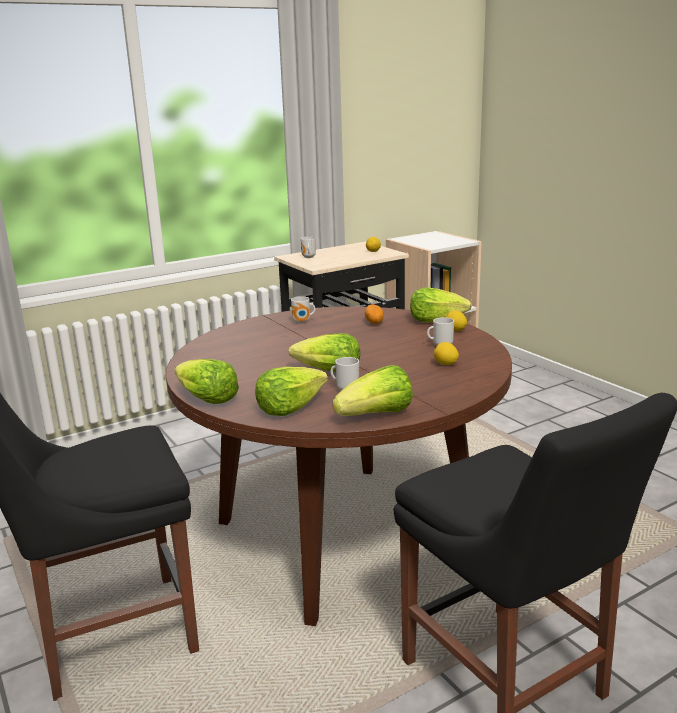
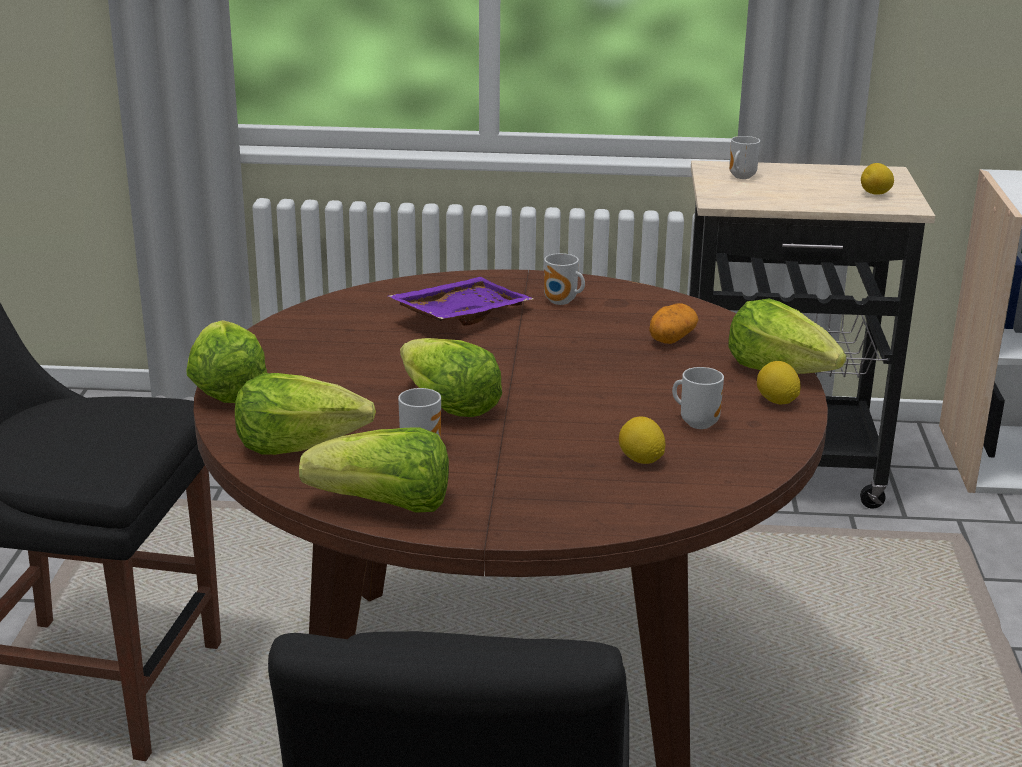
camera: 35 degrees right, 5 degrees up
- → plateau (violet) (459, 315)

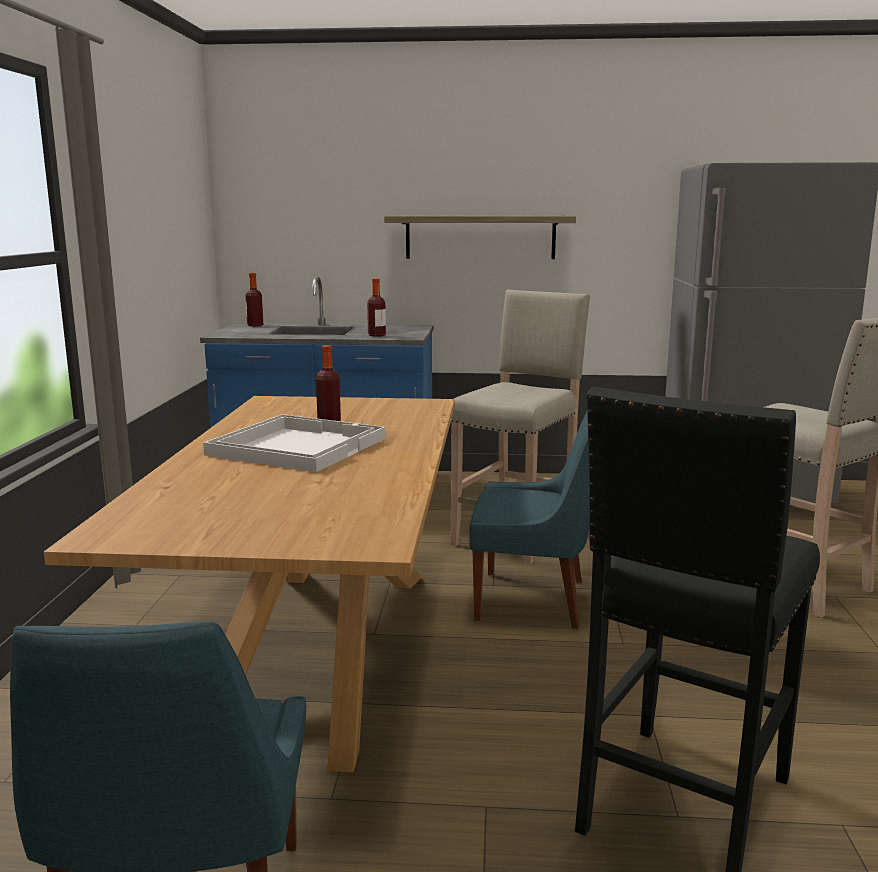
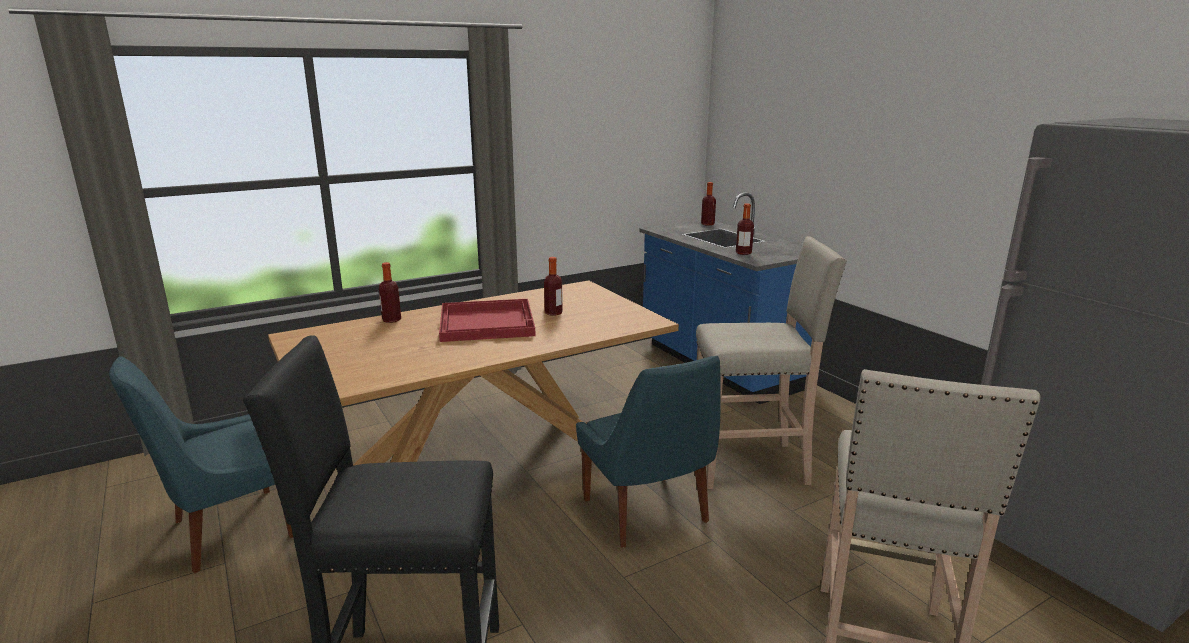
camera: 55 degrees right, 5 degrees up
étagère (480, 237) → -
plateau (blanc) (297, 446) → plateau (rouge) (487, 322)
- → bouteille (391, 320)

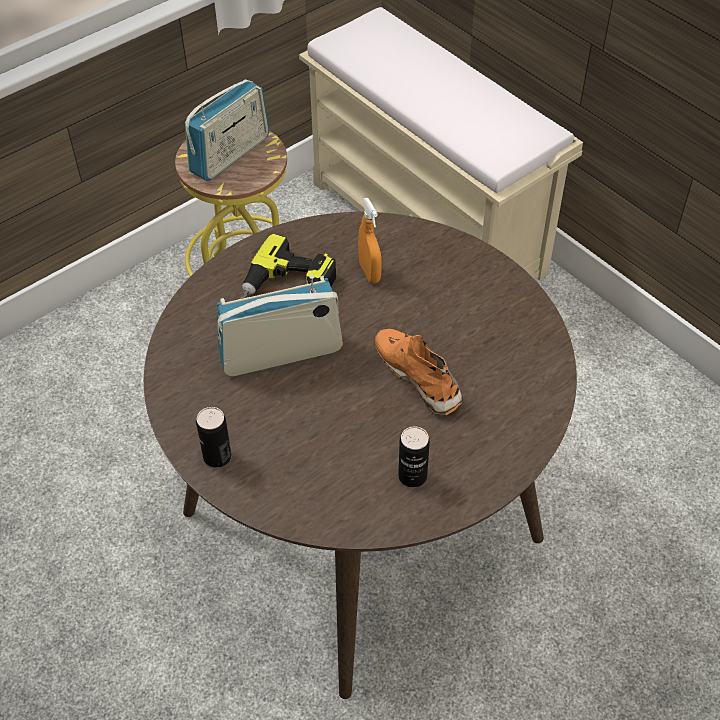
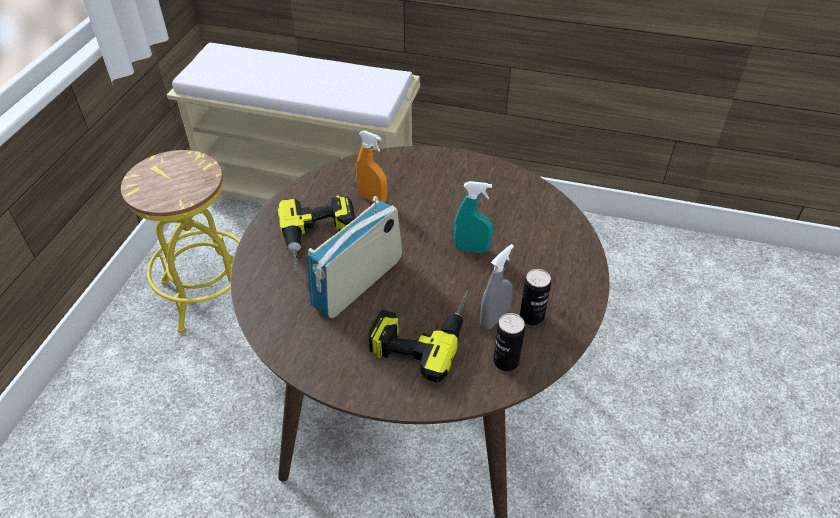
camera: 35 degrees left, 5 degrees down
radio (230, 155) → -
chaussure (orange) (418, 376) → vaporisateur (turquoise) (472, 249)
boîte métallique (217, 456) → boîte métallique (506, 361), shifted
- → vaporisateur (gris) (494, 319)
- → perceuse (422, 330)

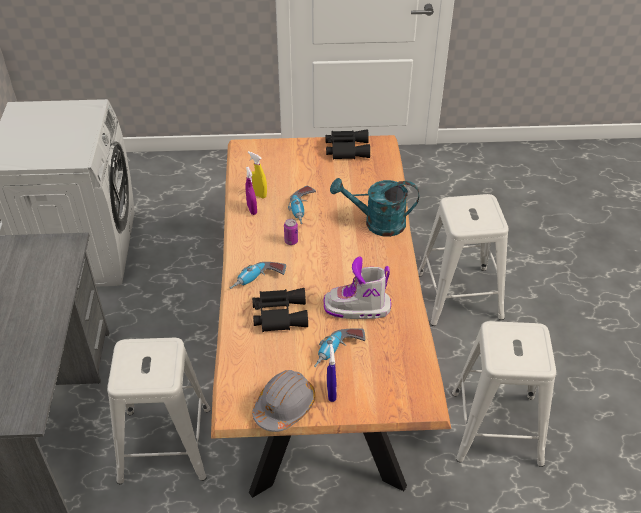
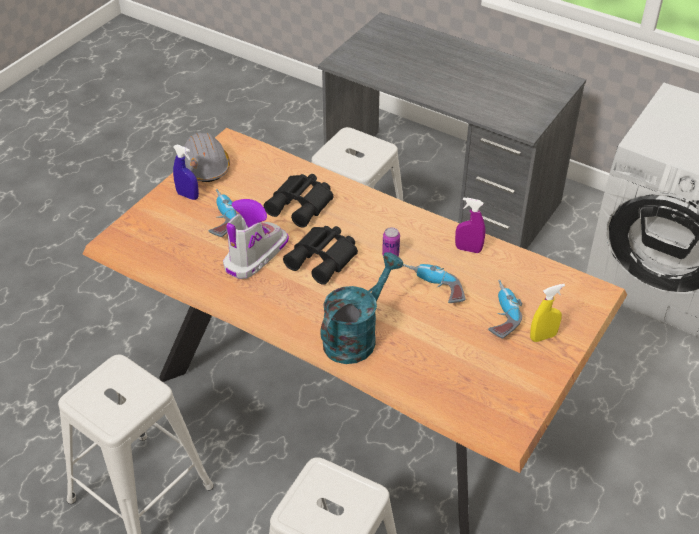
camera: 125 degrees right, 0 degrees up
jumelles (noir) (346, 148) → jumelles (noir) (324, 259), shifted
vaporisateur (jaune) (258, 194) → vaporisateur (jaune) (543, 337), shifted
perceuse (258, 281) → perceuse (500, 315), shifted

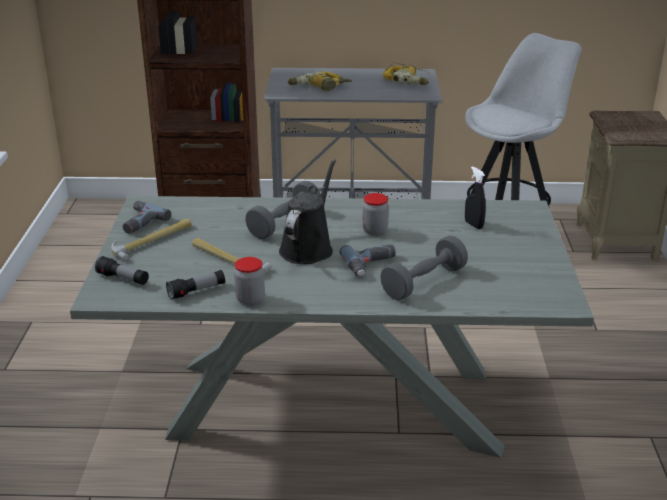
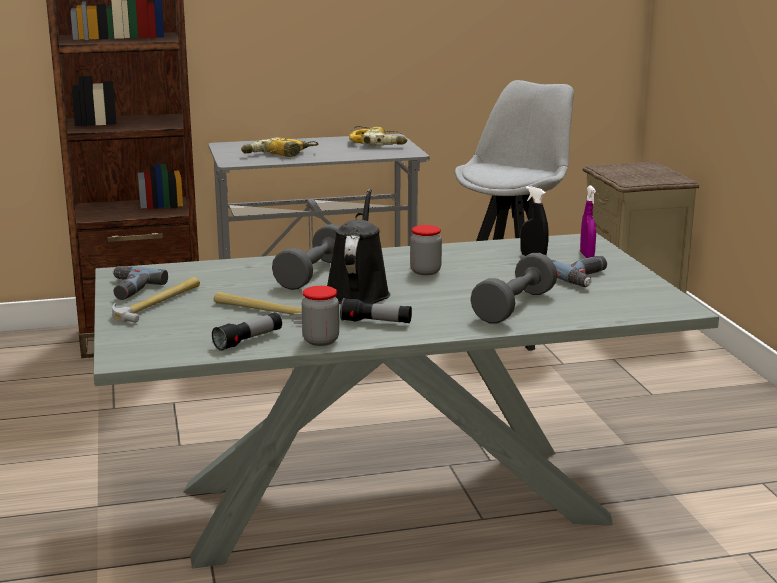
camera: 15 degrees left, 10 degrees down
perceuse (371, 265) → perceuse (586, 278), shifted
lampe de poche (123, 279) → lampe de poche (376, 322), shifted
- → vaporisateur (violet) (587, 255)

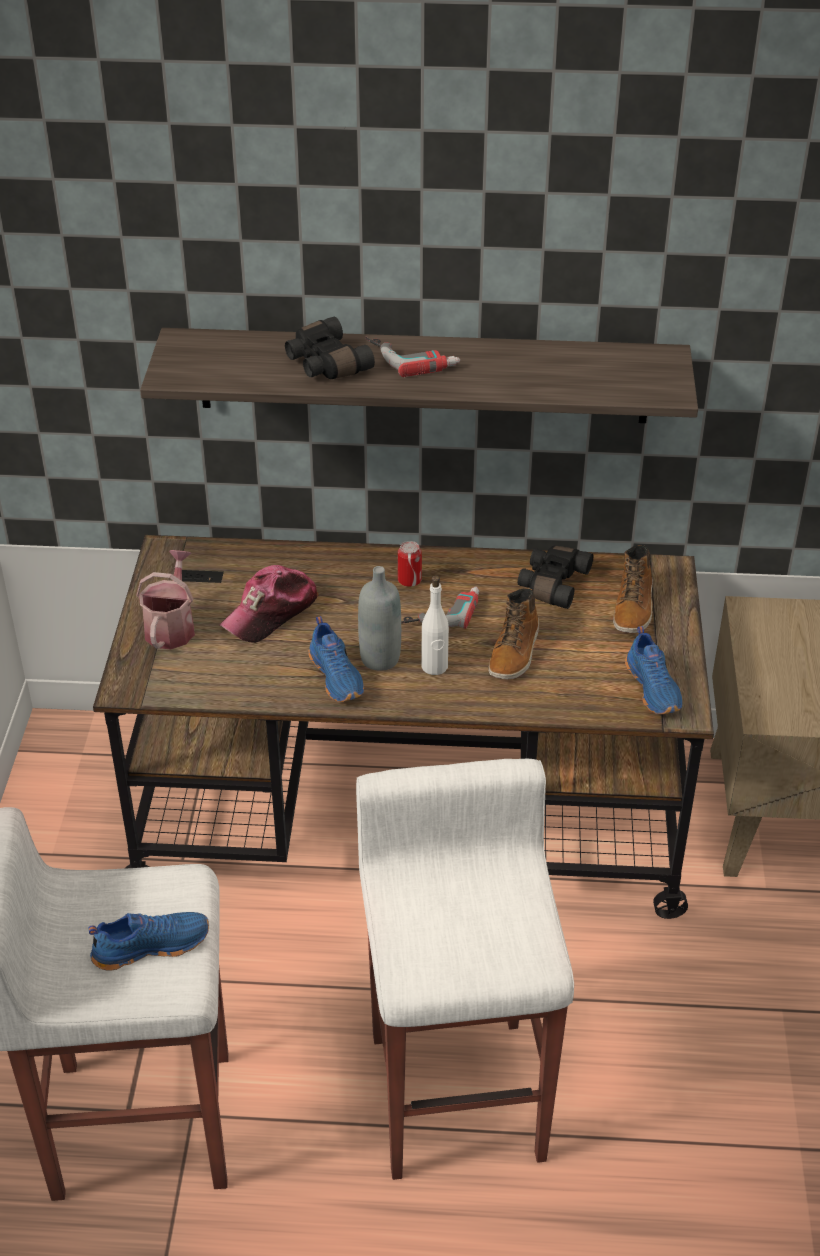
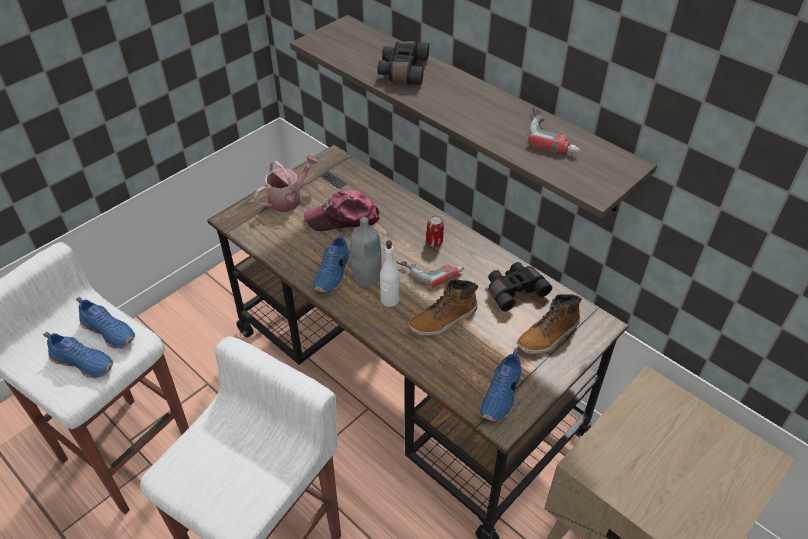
camera: 40 degrees right, 5 degrees up
perceuse (412, 356) → perceuse (554, 134), shifted
- → chaussure (bleu) (110, 331)

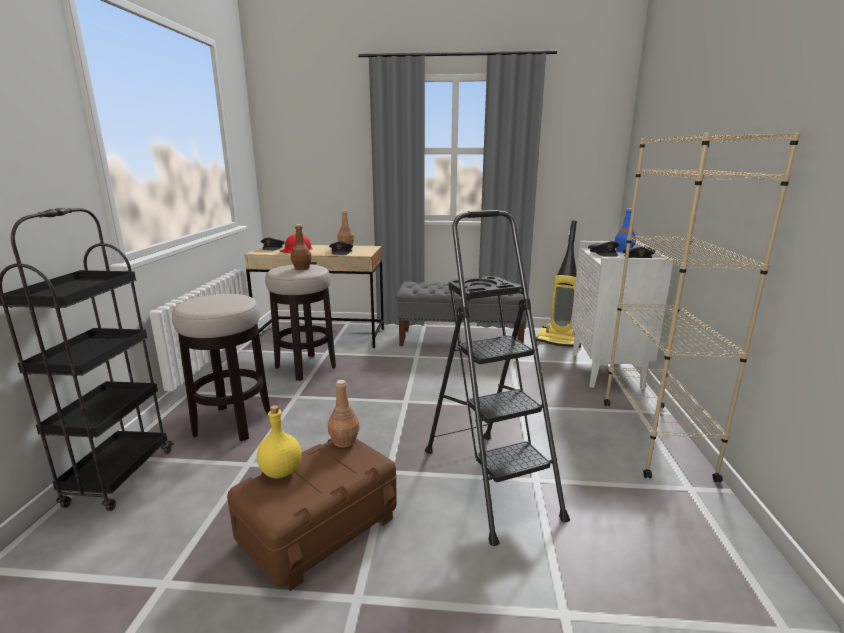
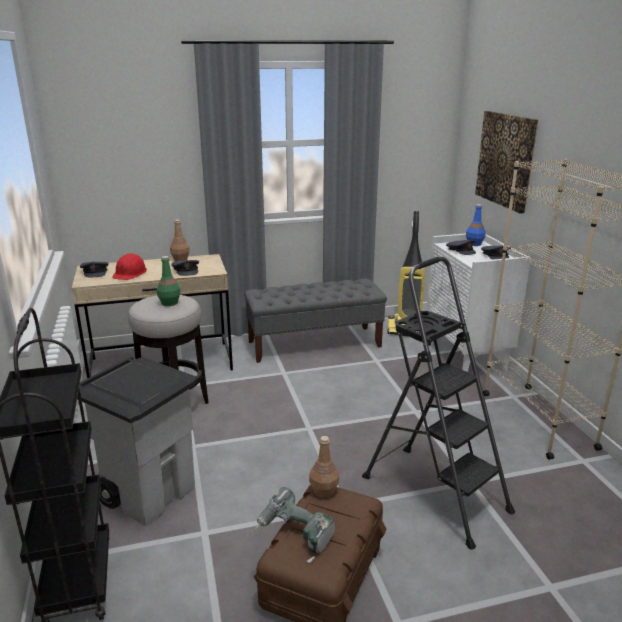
camera: 20 degrees left, 5 degrees up
bouteille (marron) (301, 268) → bouteille (vert) (169, 303)
tabouret (233, 423) → poubelle (gris) (149, 492)
bouteille (jaune) (281, 472) → perceuse (294, 536)
- → tableau (506, 160)

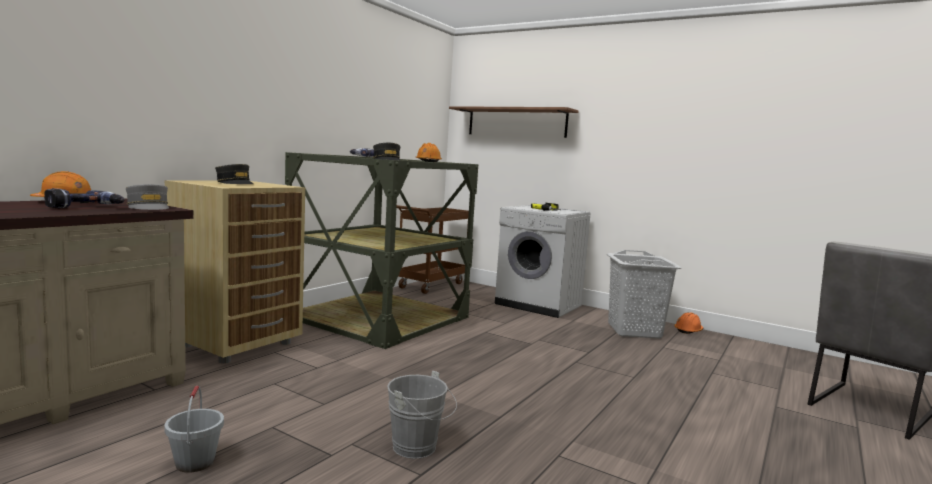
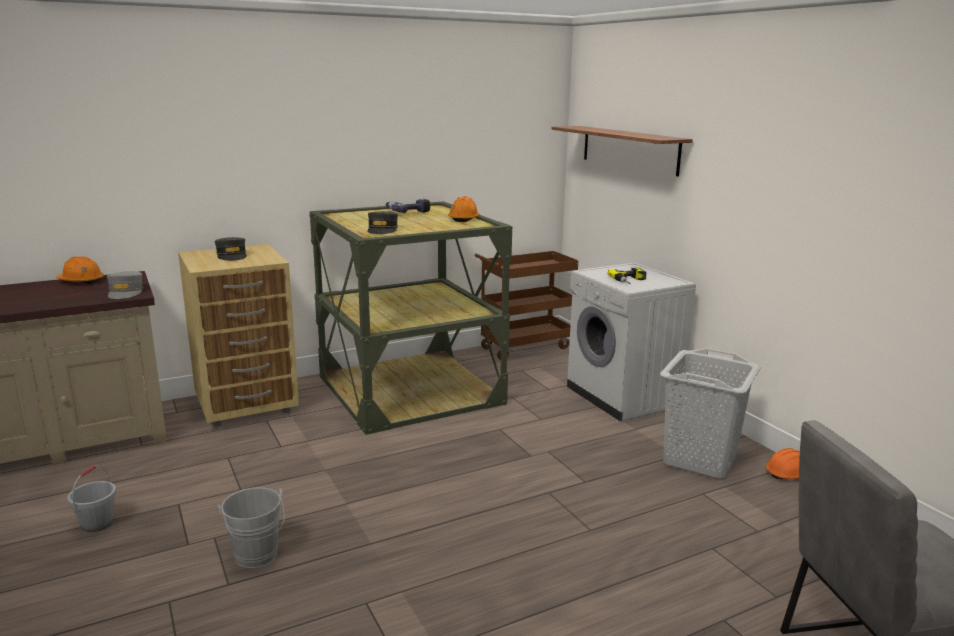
camera: 30 degrees right, 10 degrees up
perceuse (85, 208) → -

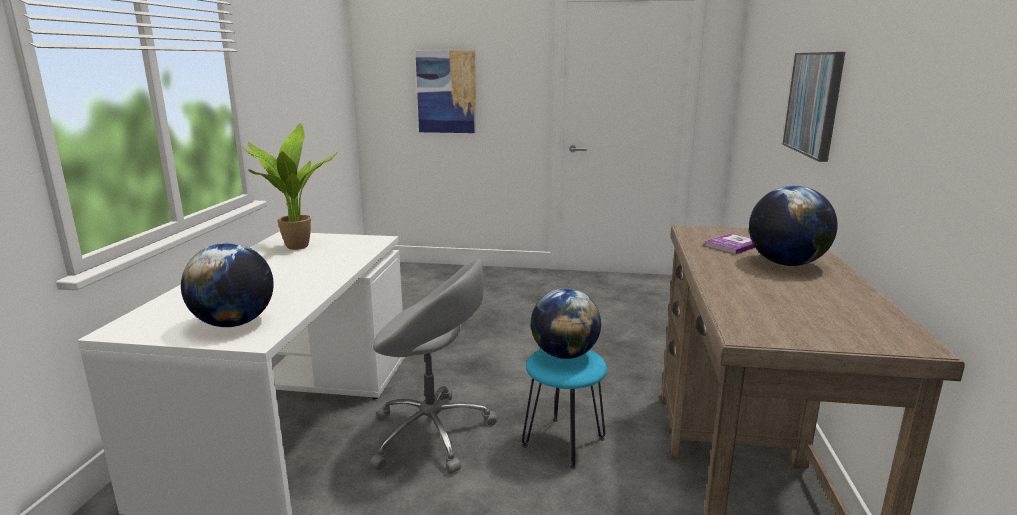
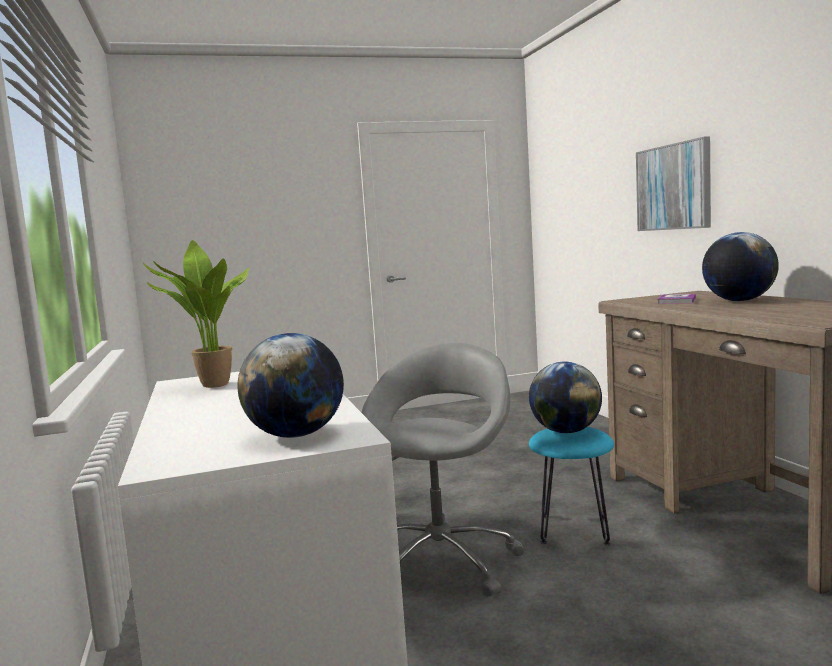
camera: 25 degrees left, 10 degrees down
tableau (446, 92) → -
chaise de bureau (gris) (434, 434) → chaise de bureau (gris) (444, 560), 45 degrees counterclockwise

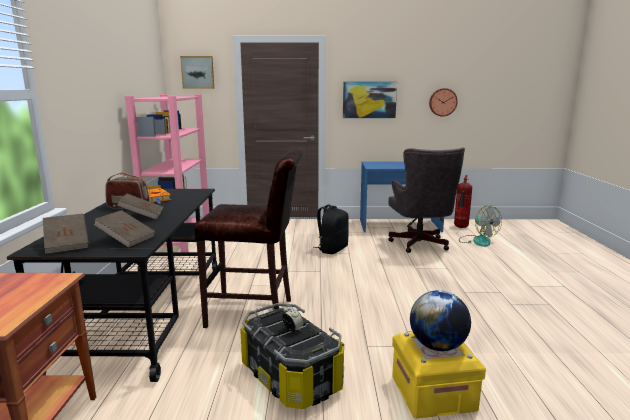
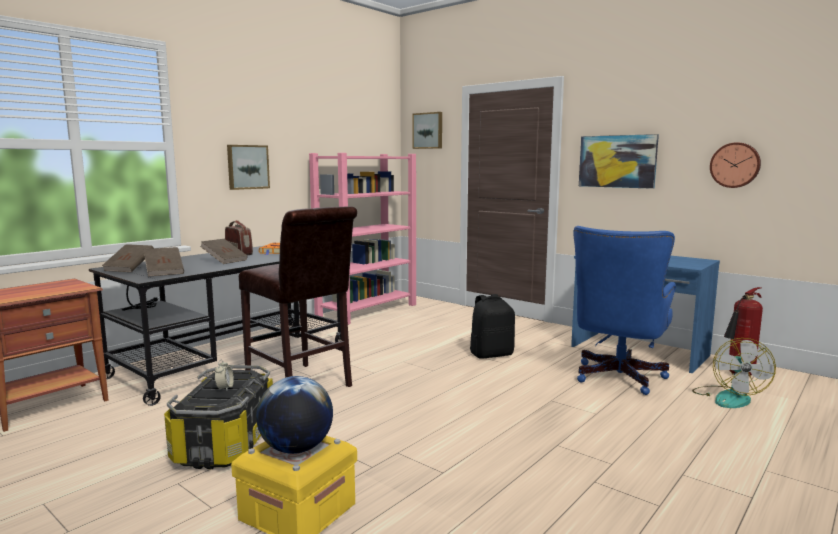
camera: 40 degrees right, 5 degrees down
chaise de bureau (gris) (420, 245) → chaise de bureau (bleu) (618, 378)
- → tableau (247, 167)

